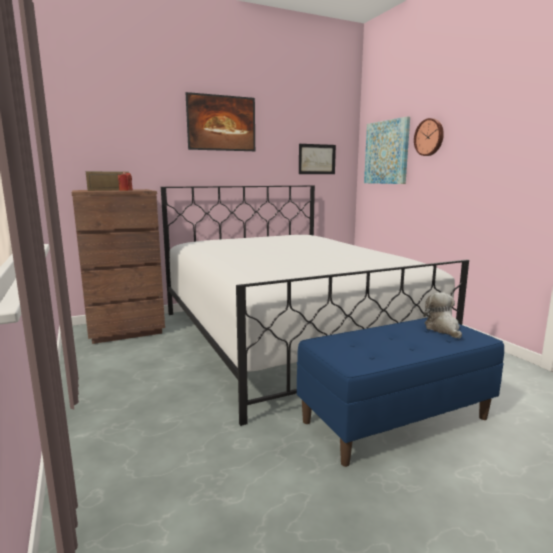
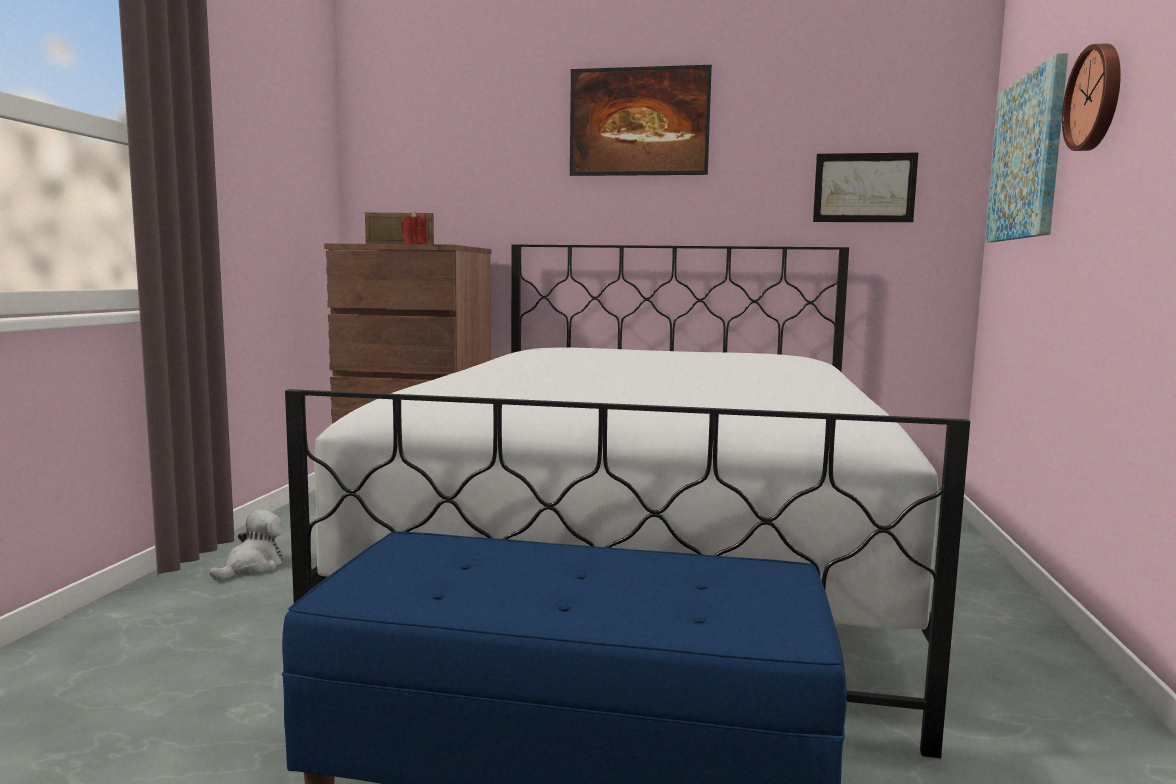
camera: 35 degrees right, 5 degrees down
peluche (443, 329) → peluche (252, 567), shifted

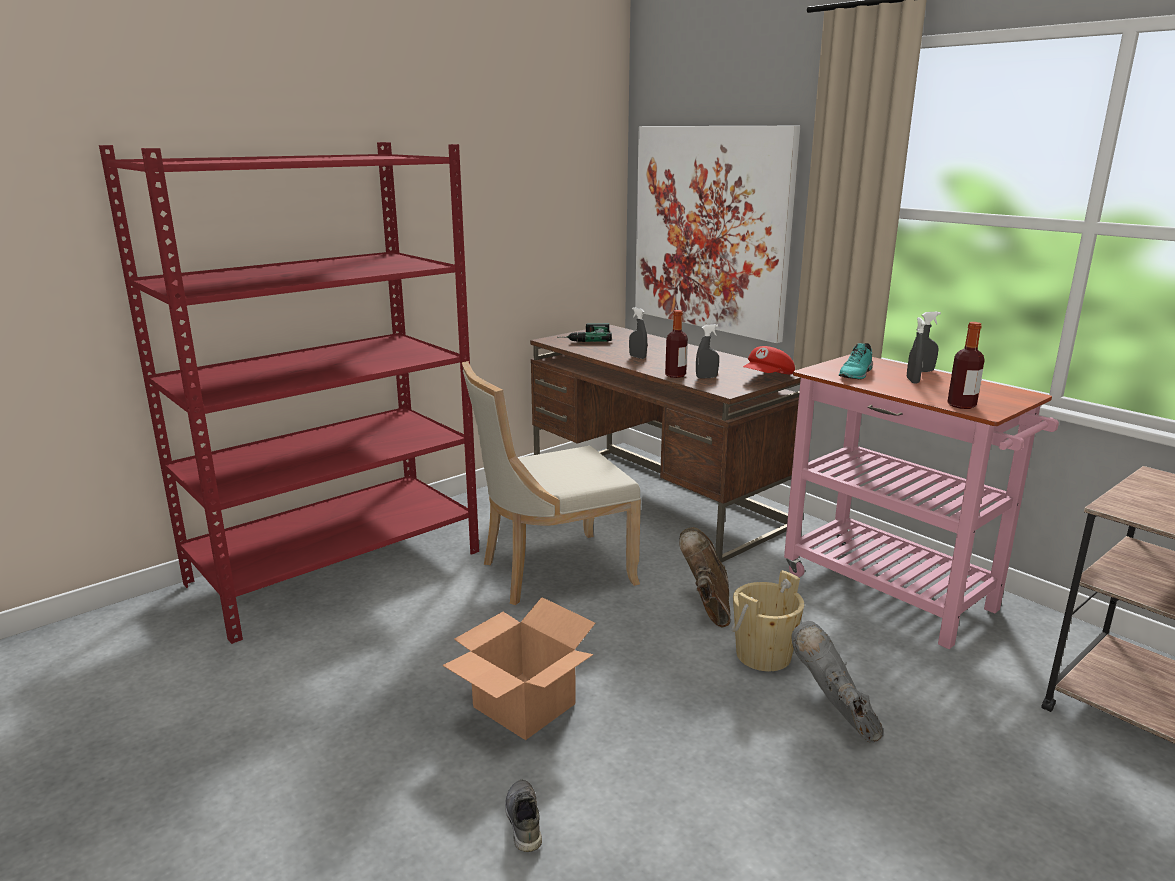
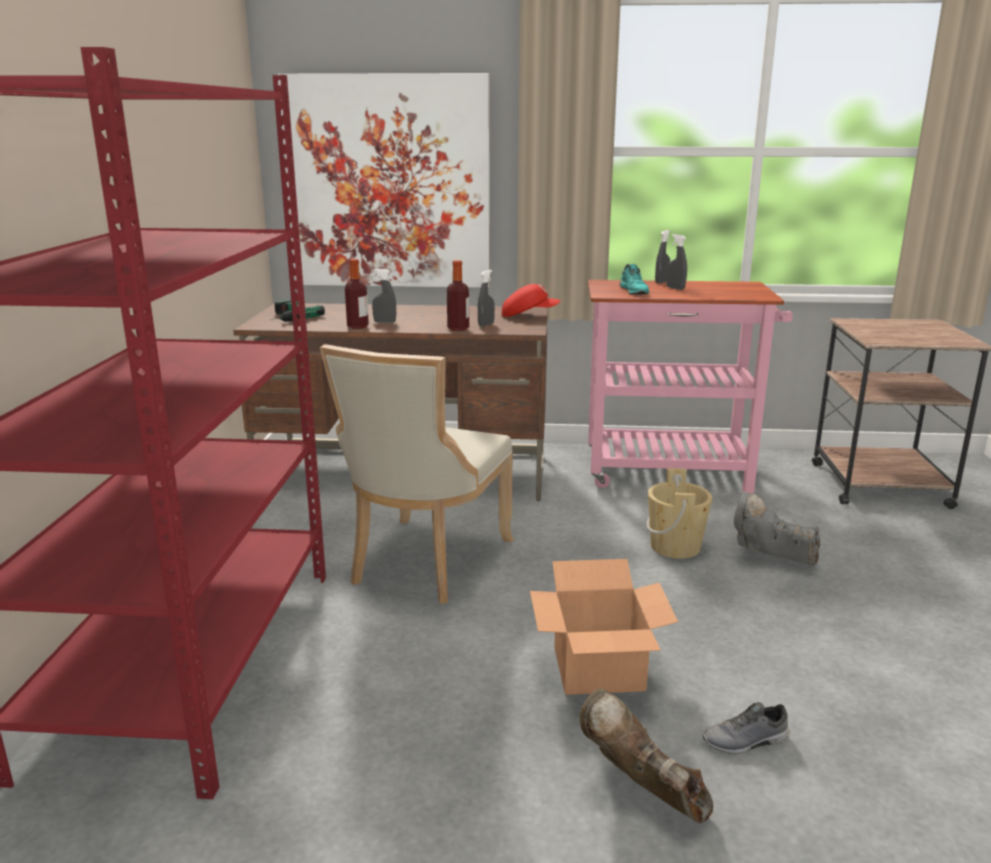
camera: 45 degrees left, 0 degrees up
bouteille (961, 405) → bouteille (358, 326), shifted
casquette (rouge) (768, 378) → casquette (rouge) (529, 315), 90 degrees counterclockwise
botte (marron) (707, 605) → botte (marron) (642, 795), shifted
chaussure (gris) (522, 821) → chaussure (gris) (746, 741), 45 degrees counterclockwise

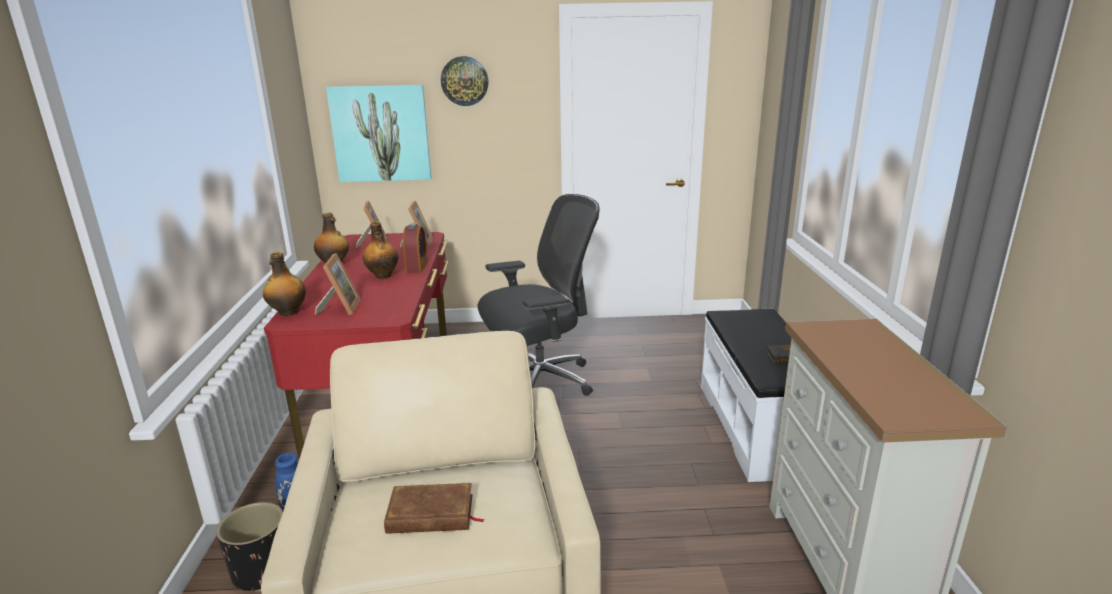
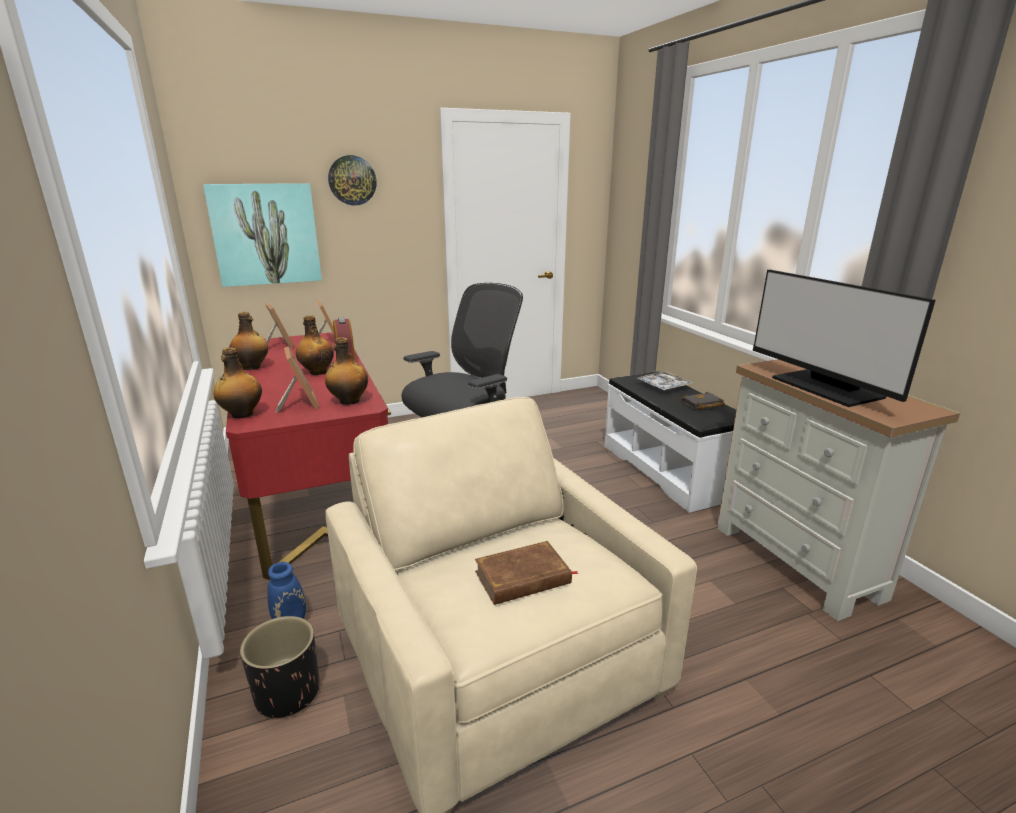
camera: 20 degrees left, 0 degrees up
- → écran d'ordinateur (824, 388)
- → bouteille (349, 401)
- → plateau (663, 386)

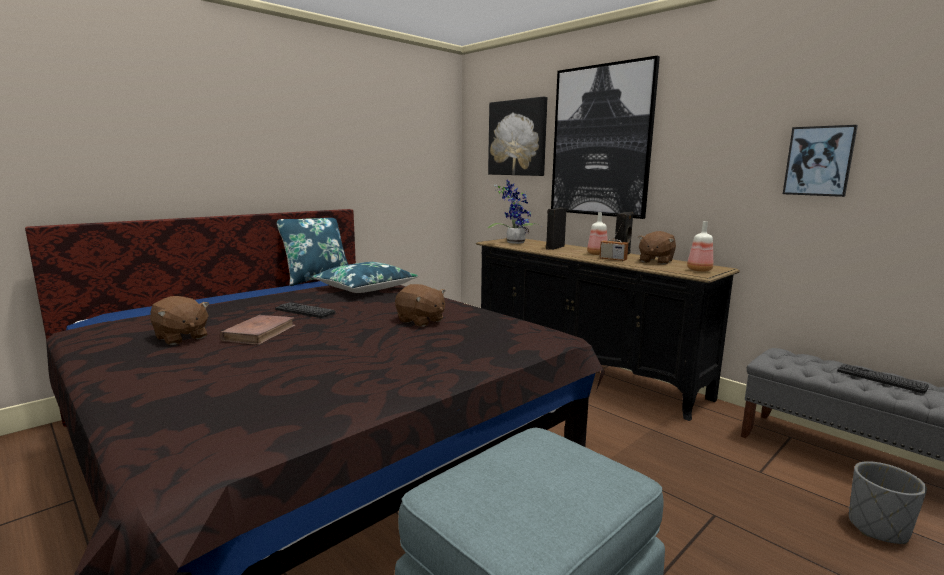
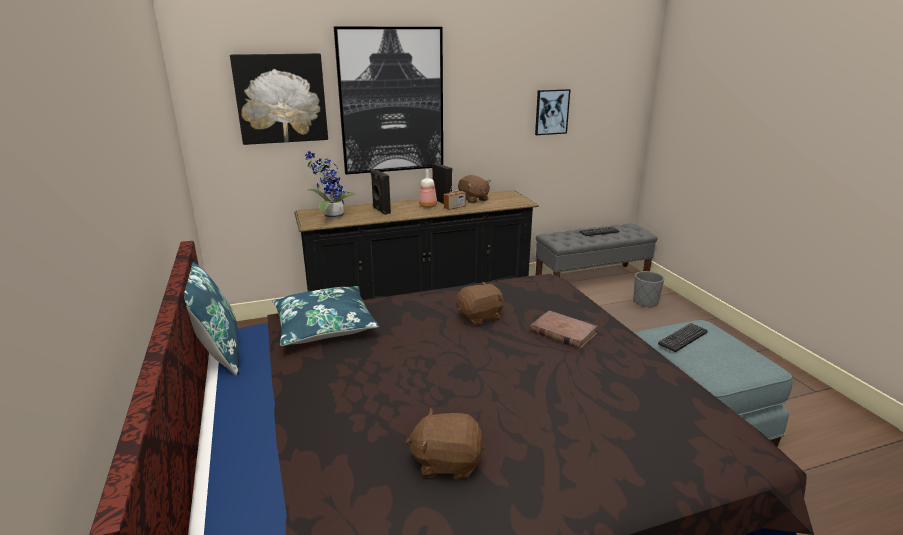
camera: 65 degrees left, 10 degrees up
bouteille (698, 270) → -
peluche (marron) (181, 337) → peluche (marron) (447, 462), 150 degrees counterclockwise
clavier (305, 311) → clavier (683, 338), shifted
livre (marron) (259, 333) → livre (marron) (562, 332), shifted

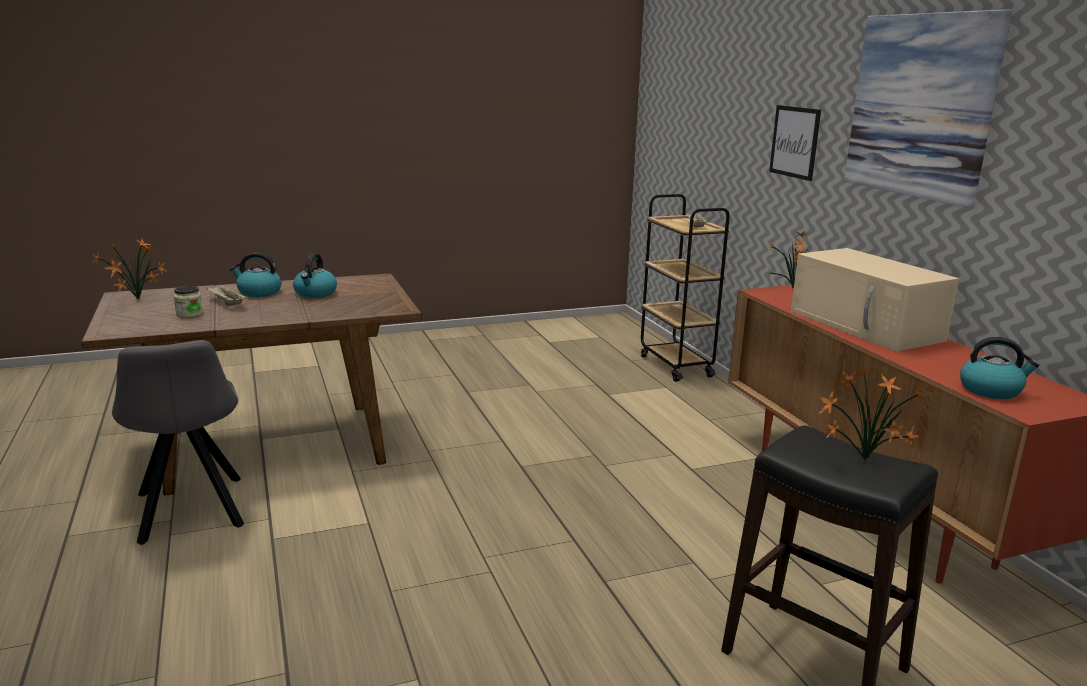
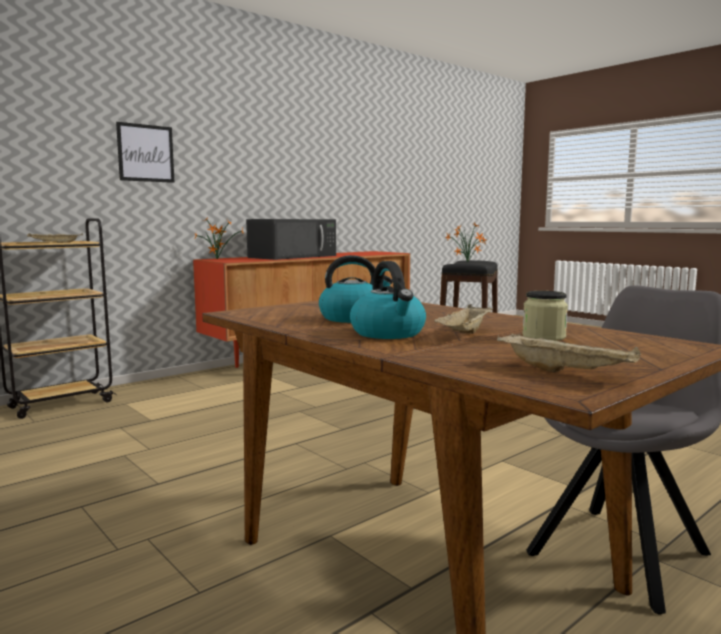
camera: 110 degrees left, 10 degrees down
tableau (920, 106) → -
plante en pot (136, 300) → plateau (beige) (567, 372)
micro-ondes (beige) (867, 326) → micro-ondes (noir) (293, 256)
bouilloire (991, 390) → -

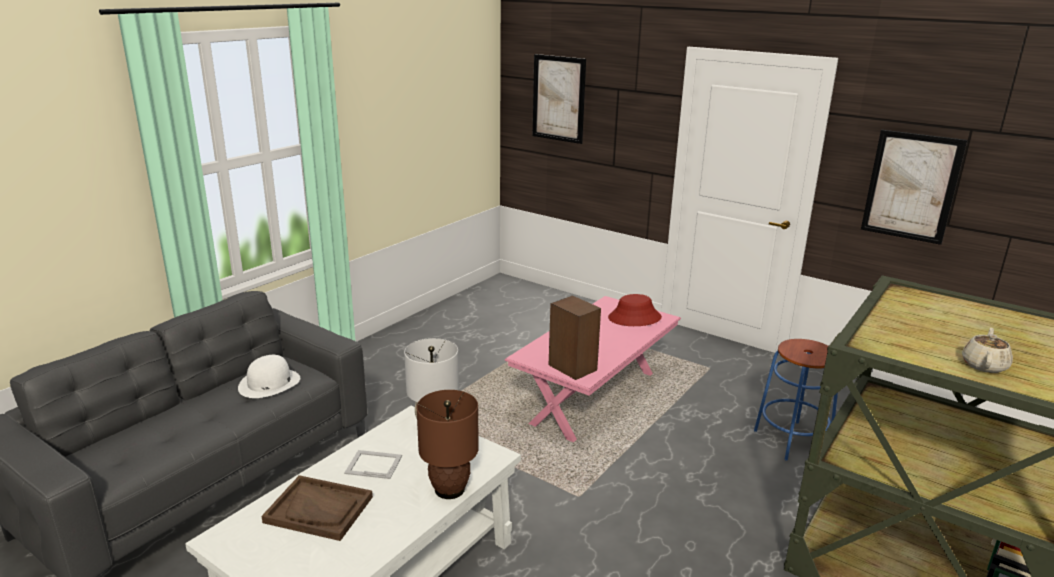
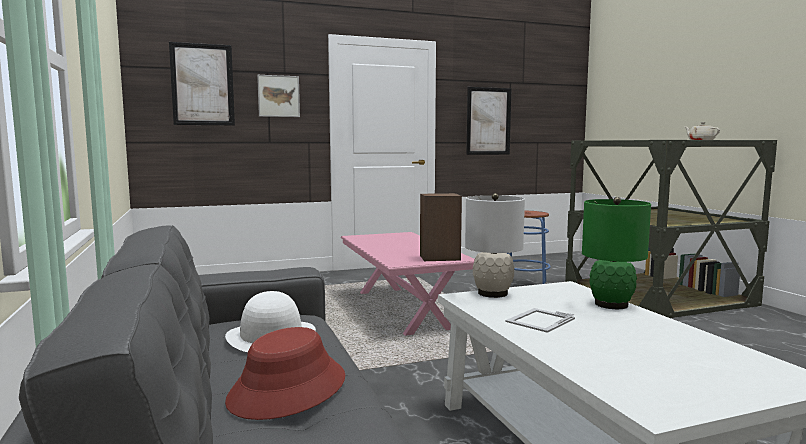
camera: 55 degrees left, 15 degrees down
chapeau (rouge) (634, 318) → chapeau (rouge) (288, 389), shifted
lampe de table (marron) (449, 489) → lampe de table (vert) (611, 304)
plateau (marron) (319, 509) → -
- → tableau (278, 96)

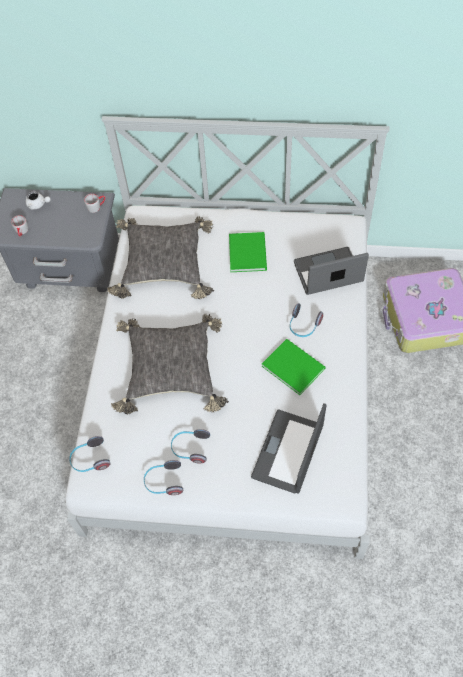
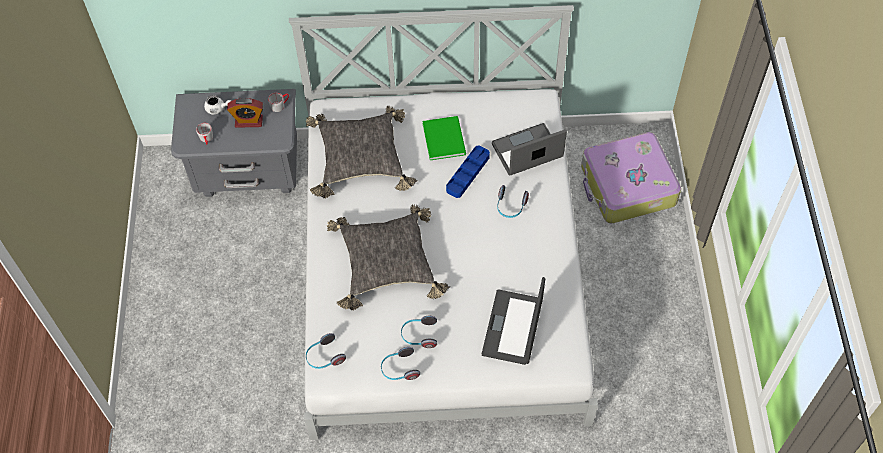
camera: 10 degrees left, 0 degrees up
livre (vert) (292, 365) → -
- → réveil (248, 121)
- → plateau (bleu) (468, 173)

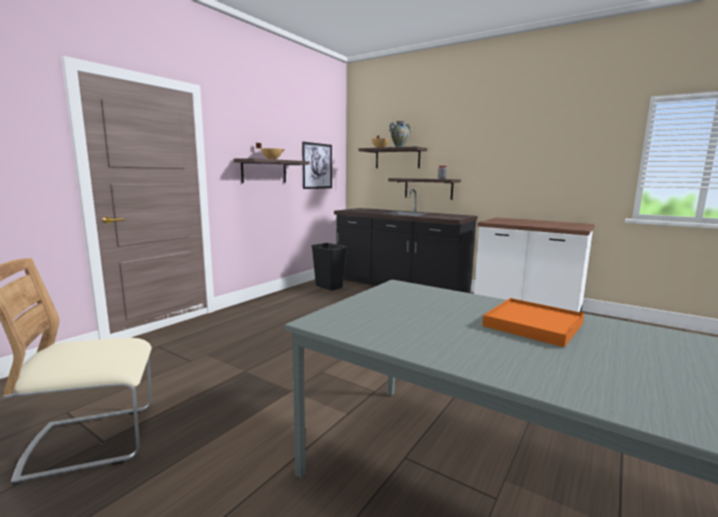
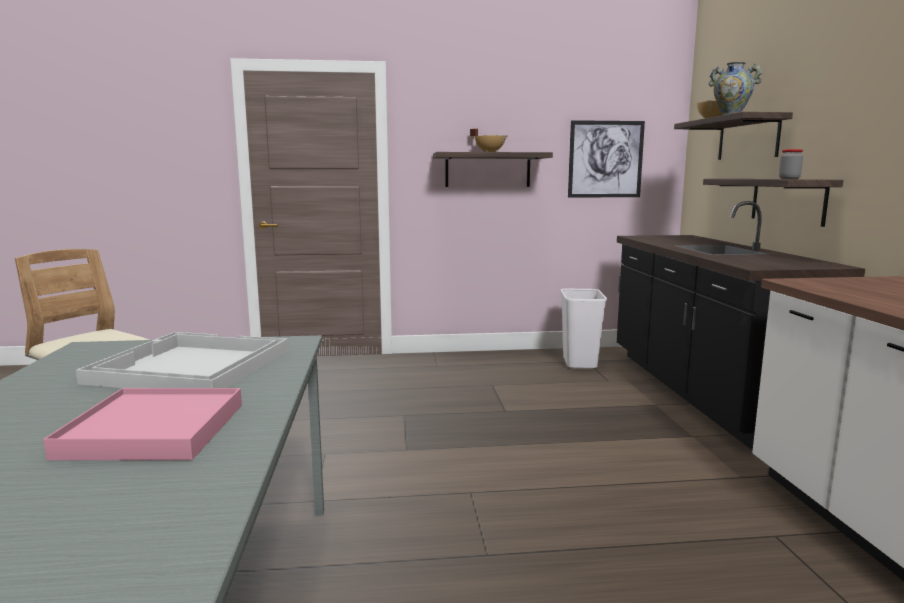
camera: 50 degrees right, 0 degrees up
poubelle (noir) (328, 287) → poubelle (blanc) (578, 363)
plateau (orange) (532, 325) → plateau (rose) (154, 430)
- → plateau (blanc) (189, 366)

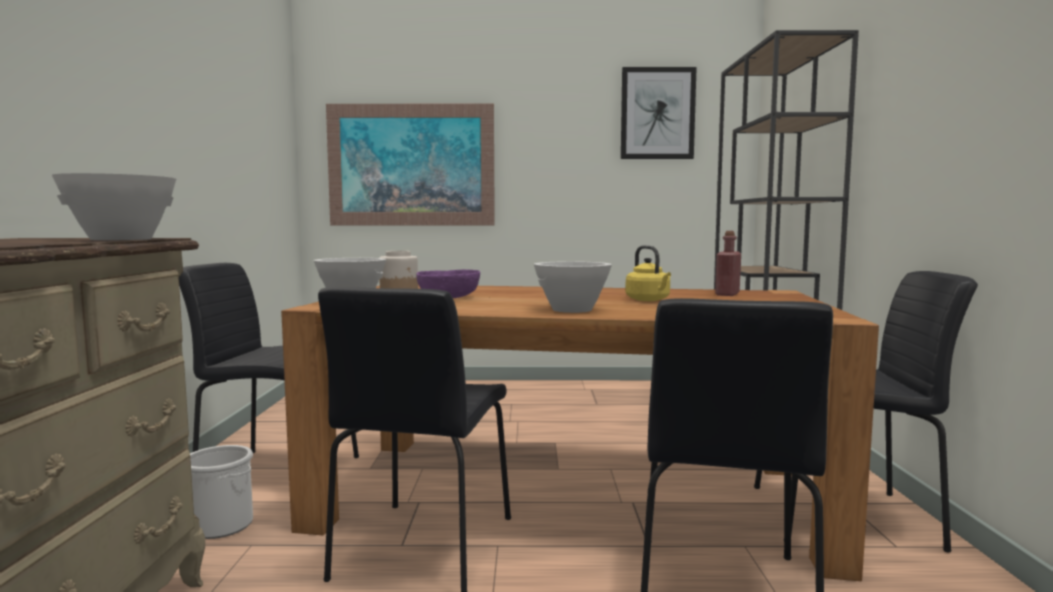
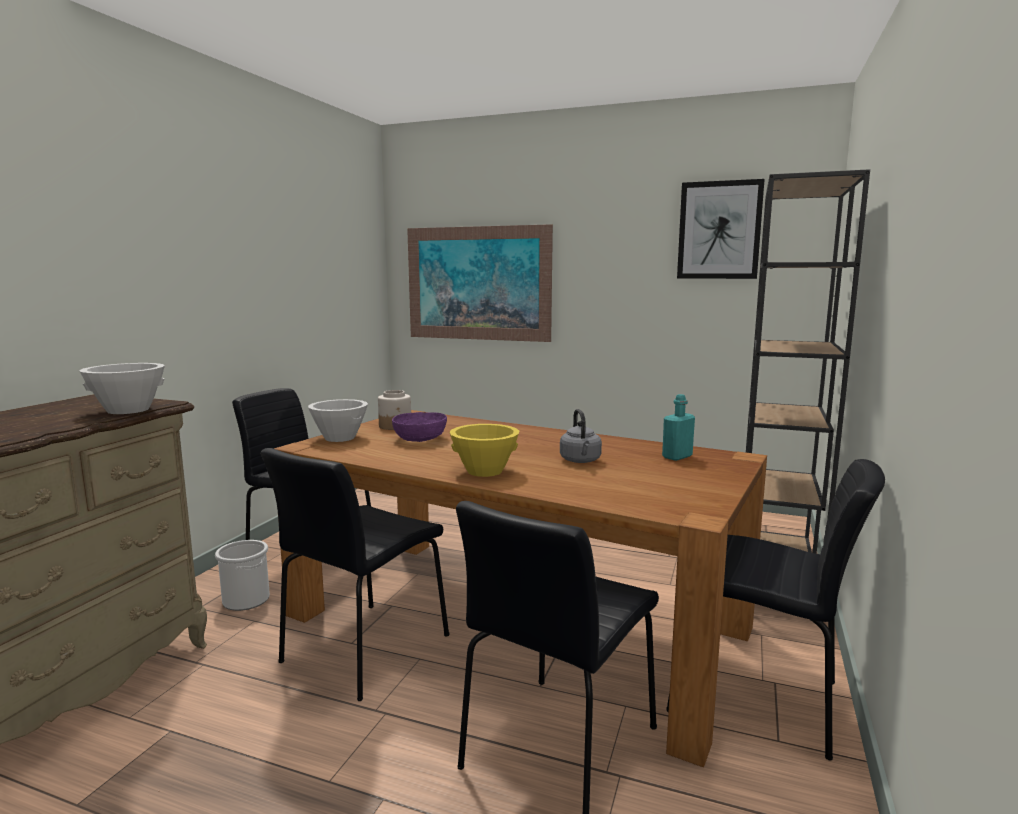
camera: 20 degrees right, 5 degrees up
bouteille (rouge) (727, 294) → bouteille (turquoise) (677, 456)
bouilloire (jaune) (649, 300) → bouilloire (gris) (580, 461)
bol (blanc) (572, 310) → bol (jaune) (485, 471)

